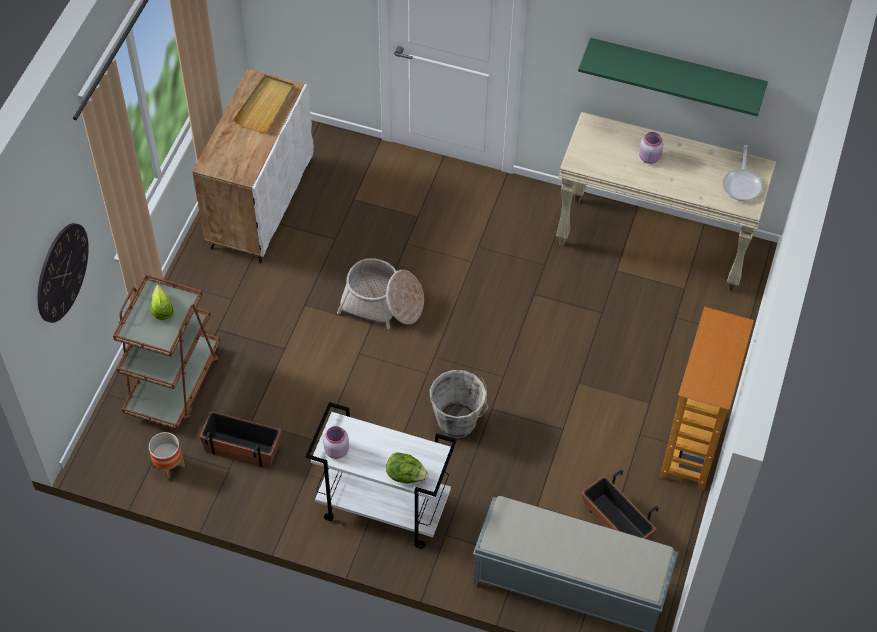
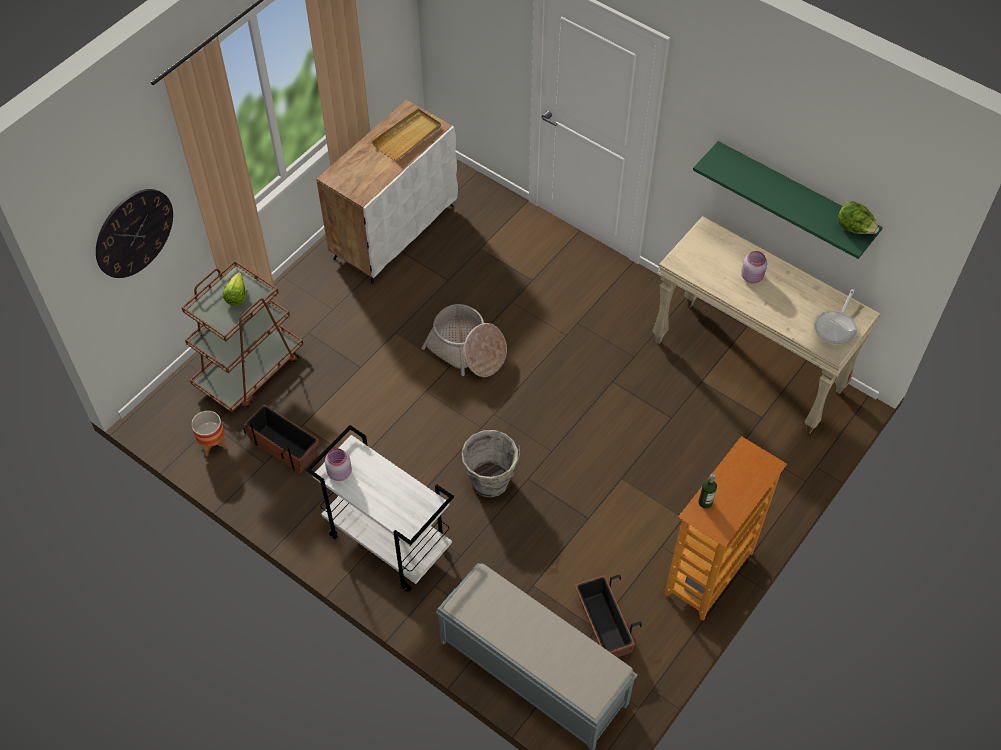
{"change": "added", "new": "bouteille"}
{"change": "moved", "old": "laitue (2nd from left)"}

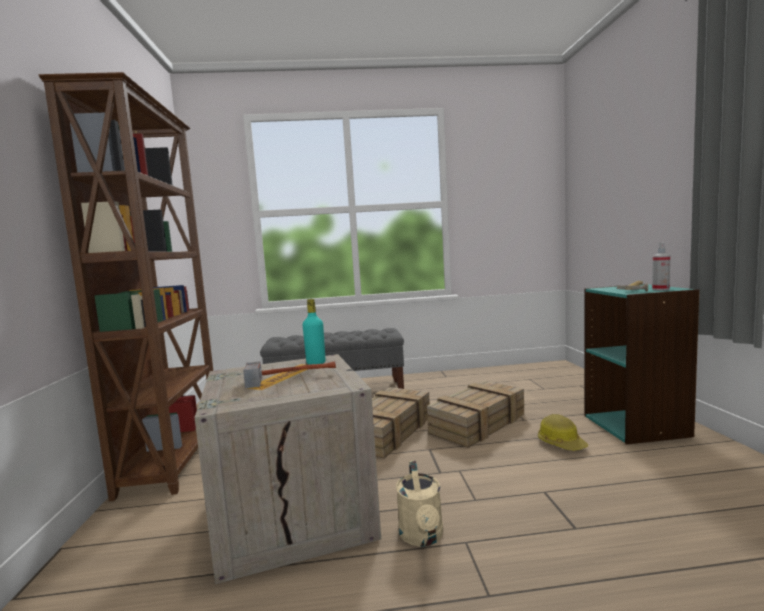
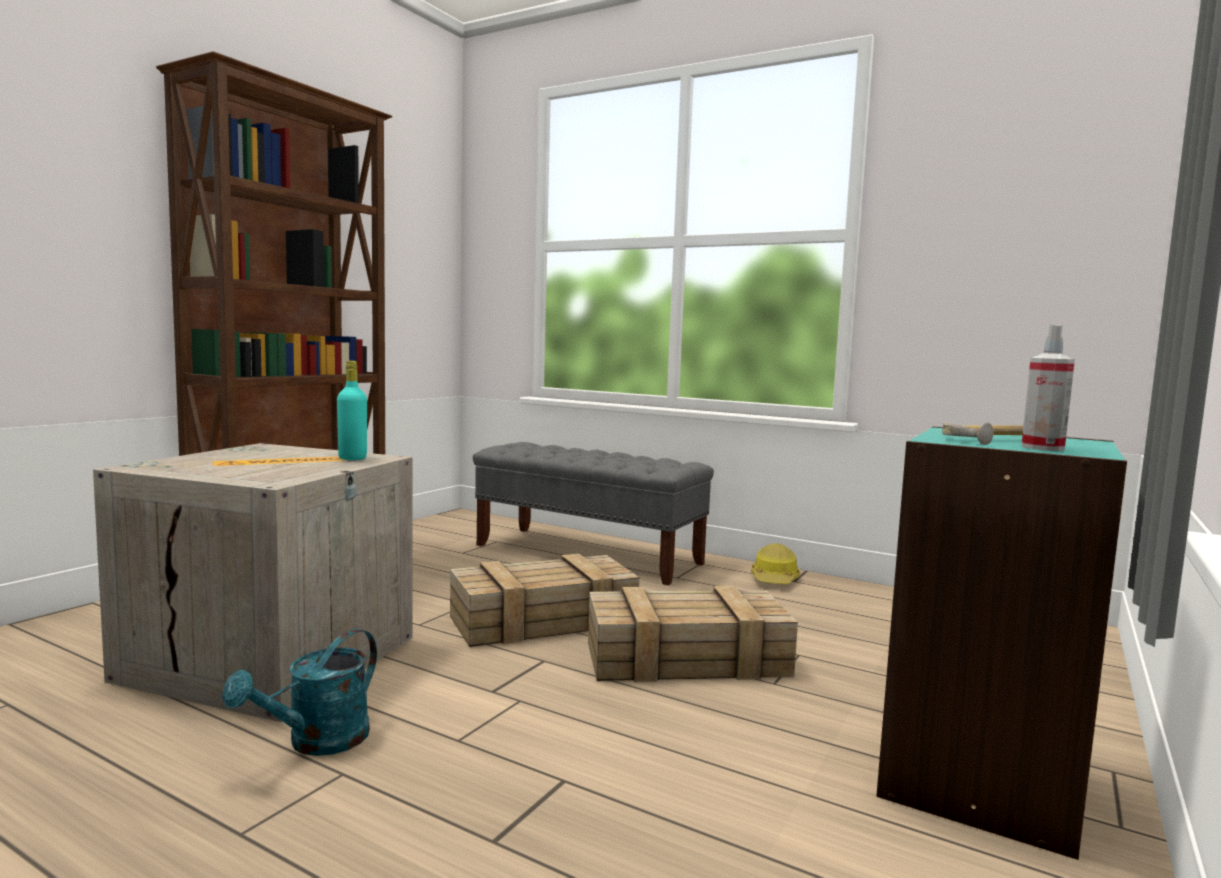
{"change": "removed", "old": "marteau (1st from left)"}
{"change": "moved", "old": "casque de chantier"}
{"change": "recoloured", "old": "arrosoir/beige", "new": "arrosoir/turquoise"}

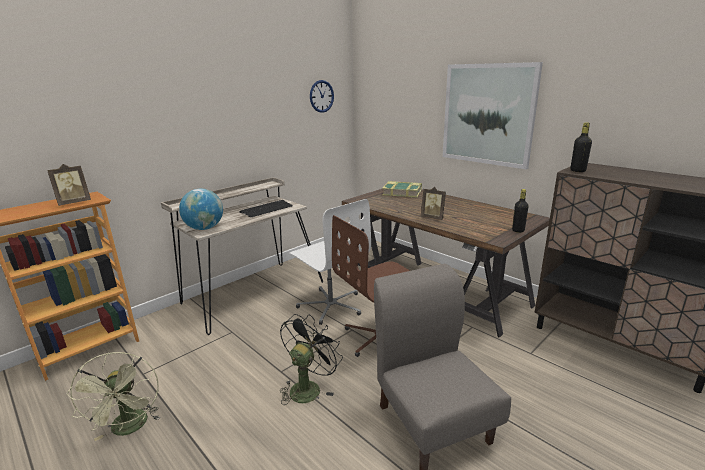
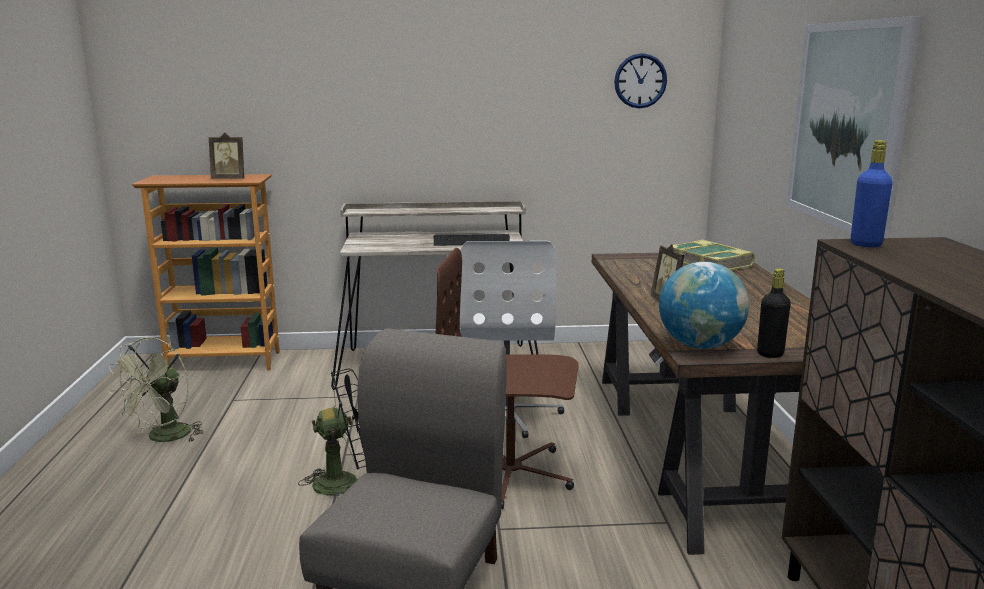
{"change": "moved", "old": "globe"}
{"change": "recoloured", "old": "bouteille/noir (2nd from left)", "new": "bouteille/bleu"}

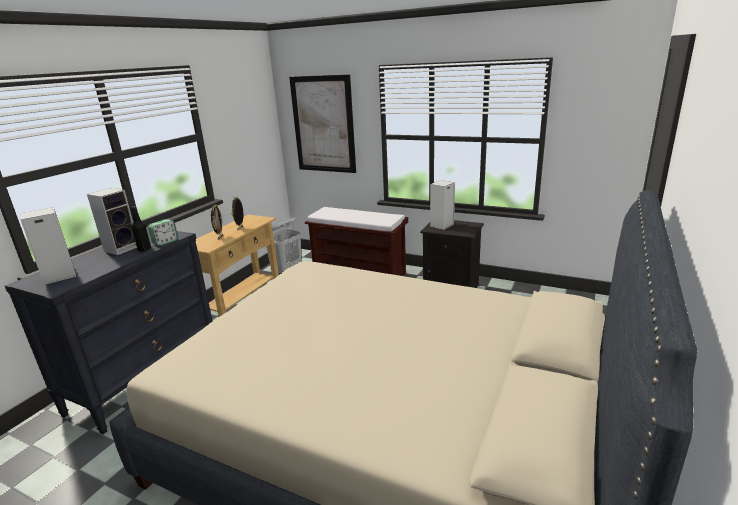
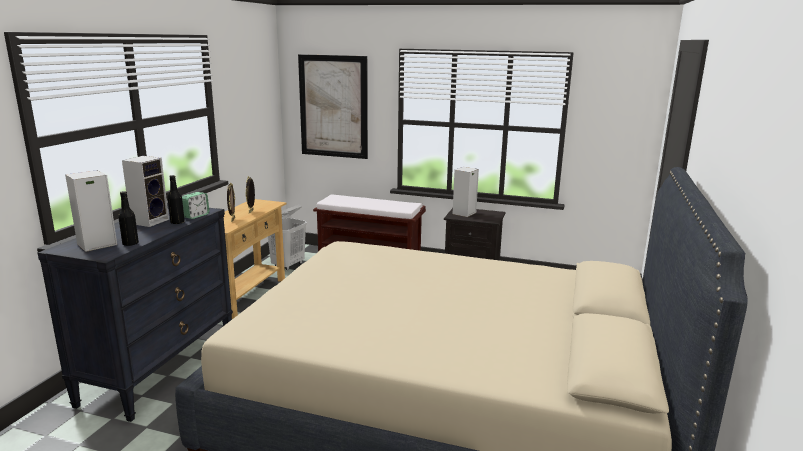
{"change": "added", "new": "bouteille/noir (1st from left)"}

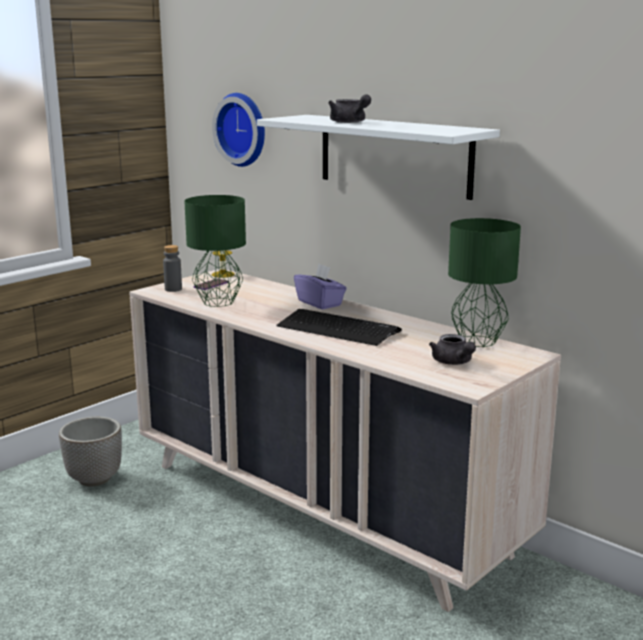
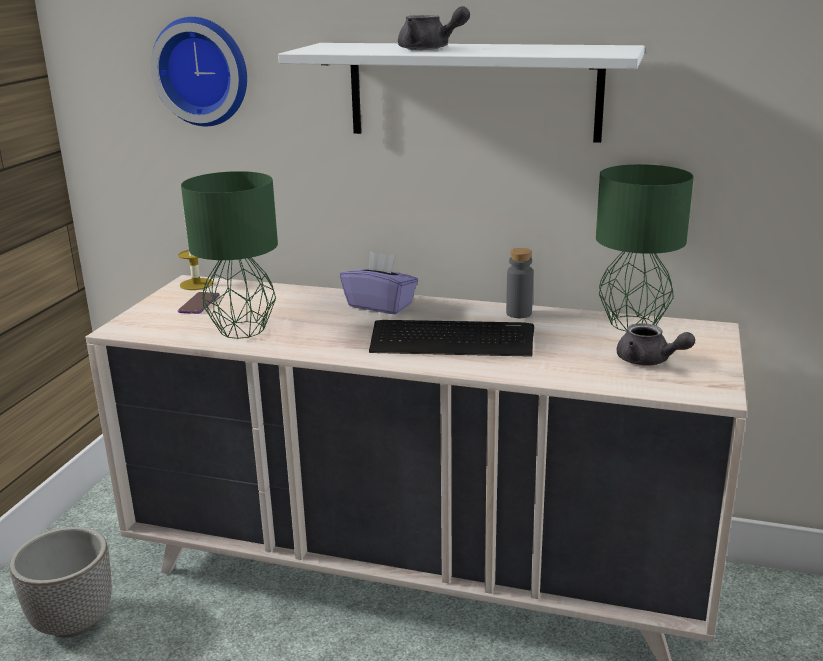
{"change": "moved", "old": "bouteille/gris"}

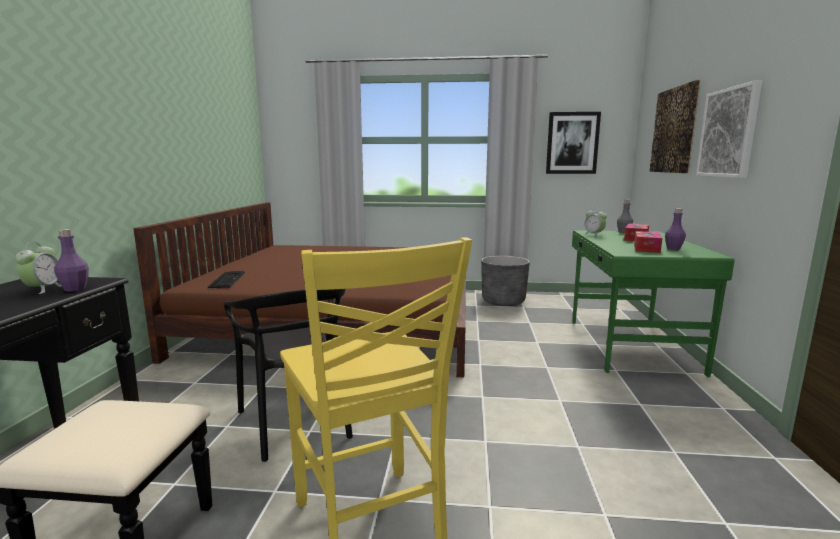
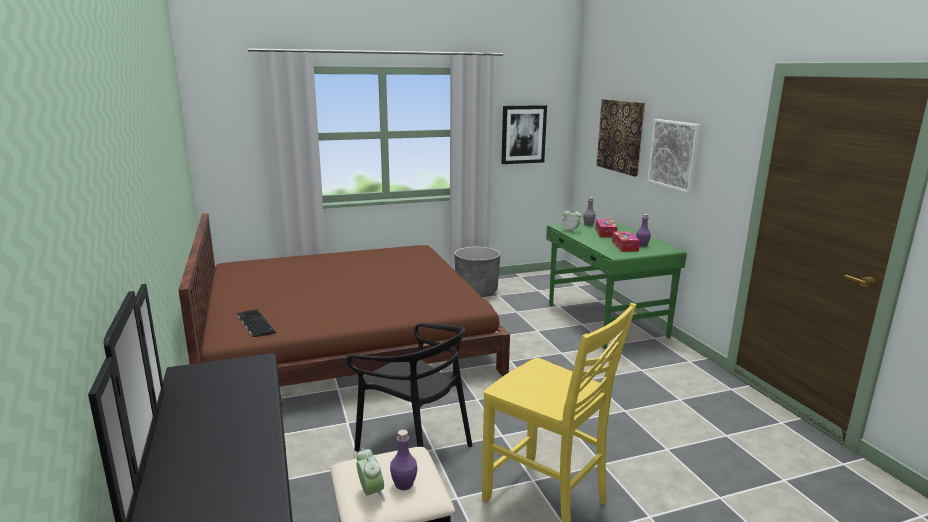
{"change": "moved", "old": "réveil (1st from left)"}
{"change": "moved", "old": "bouteille/violet (1st from left)"}

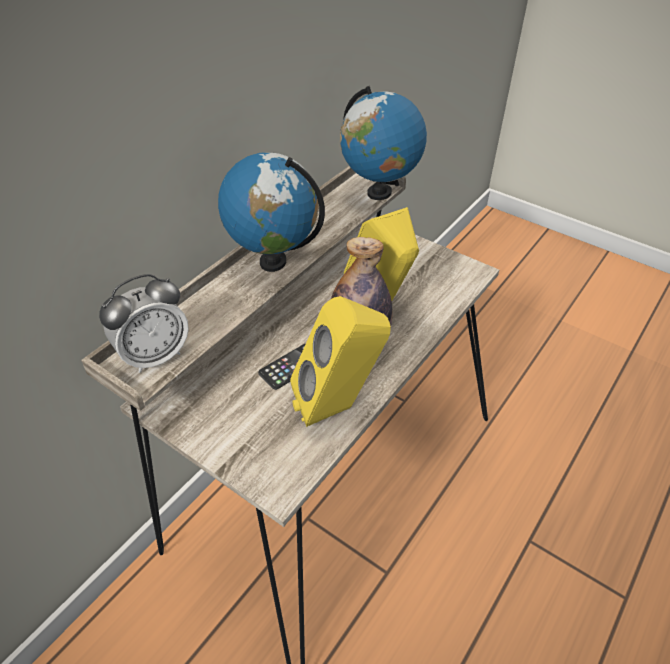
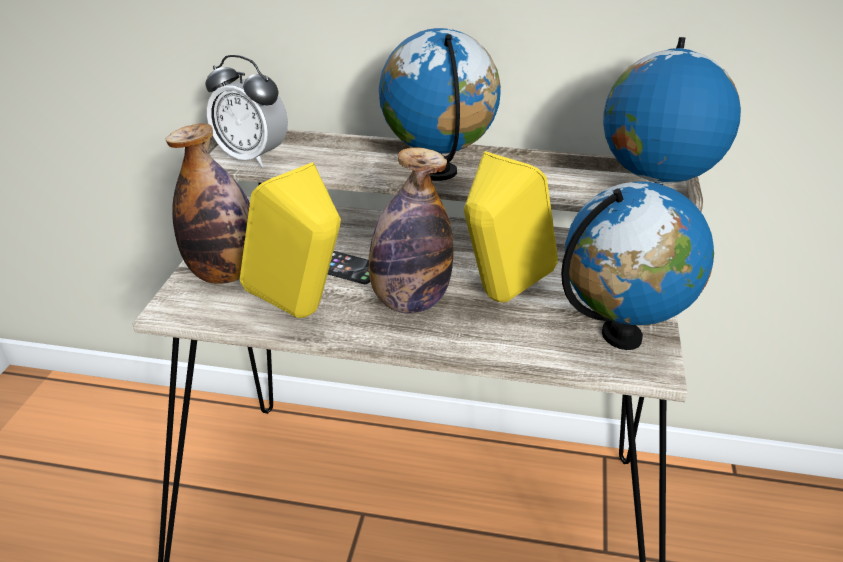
{"change": "added", "new": "bouteille (1st from left)"}
{"change": "added", "new": "globe (2nd from left)"}

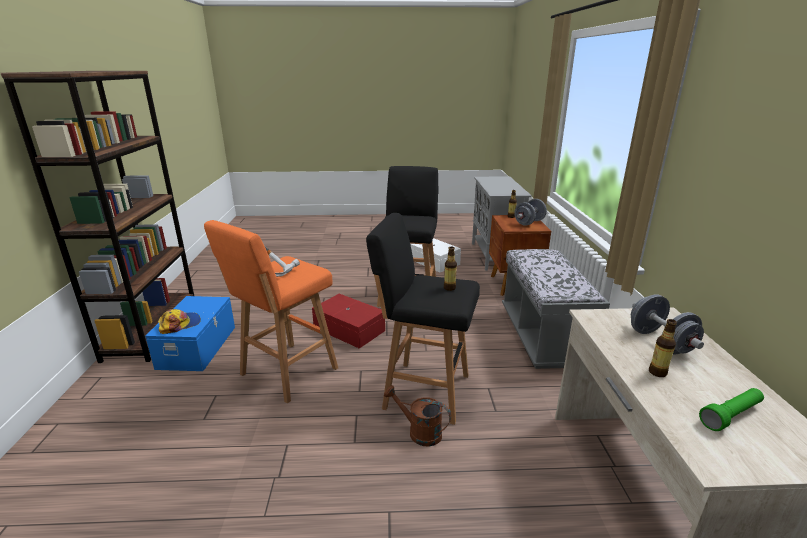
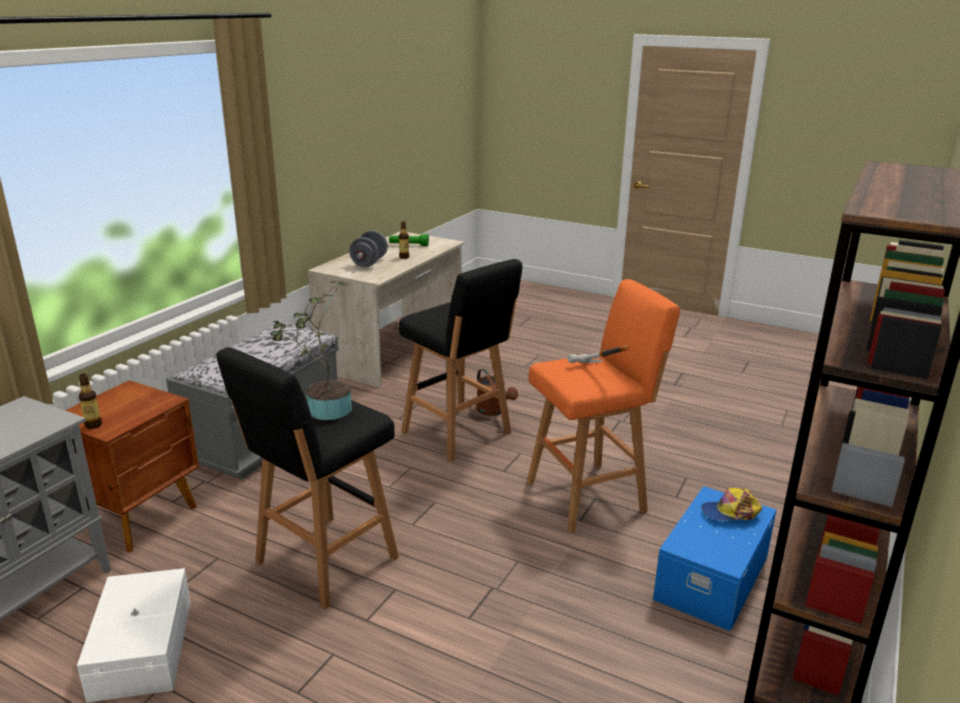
{"change": "removed", "old": "boîte de rangement/rouge"}
{"change": "removed", "old": "bouteille (1st from left)"}
{"change": "removed", "old": "haltère/gris (1st from left)"}
{"change": "added", "new": "plante en pot"}

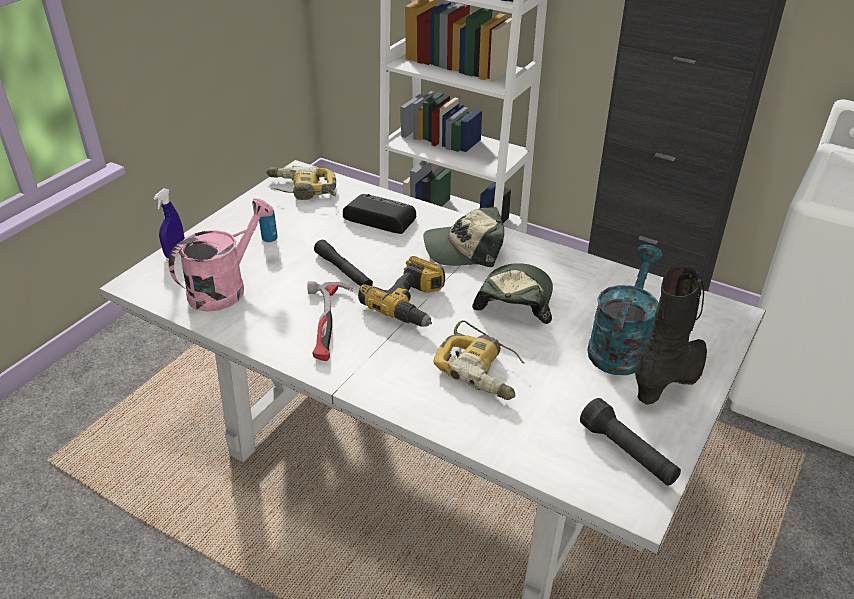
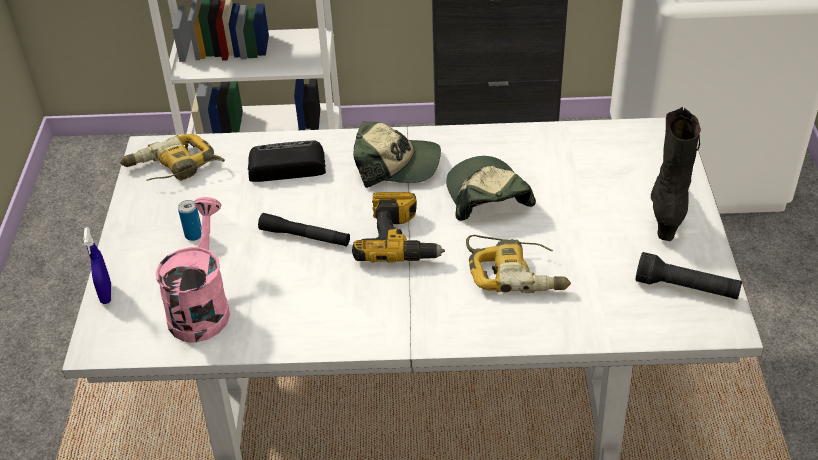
{"change": "removed", "old": "marteau"}
{"change": "removed", "old": "arrosoir/turquoise"}
{"change": "turned", "old": "casquette (1st from left)", "degrees": -135}

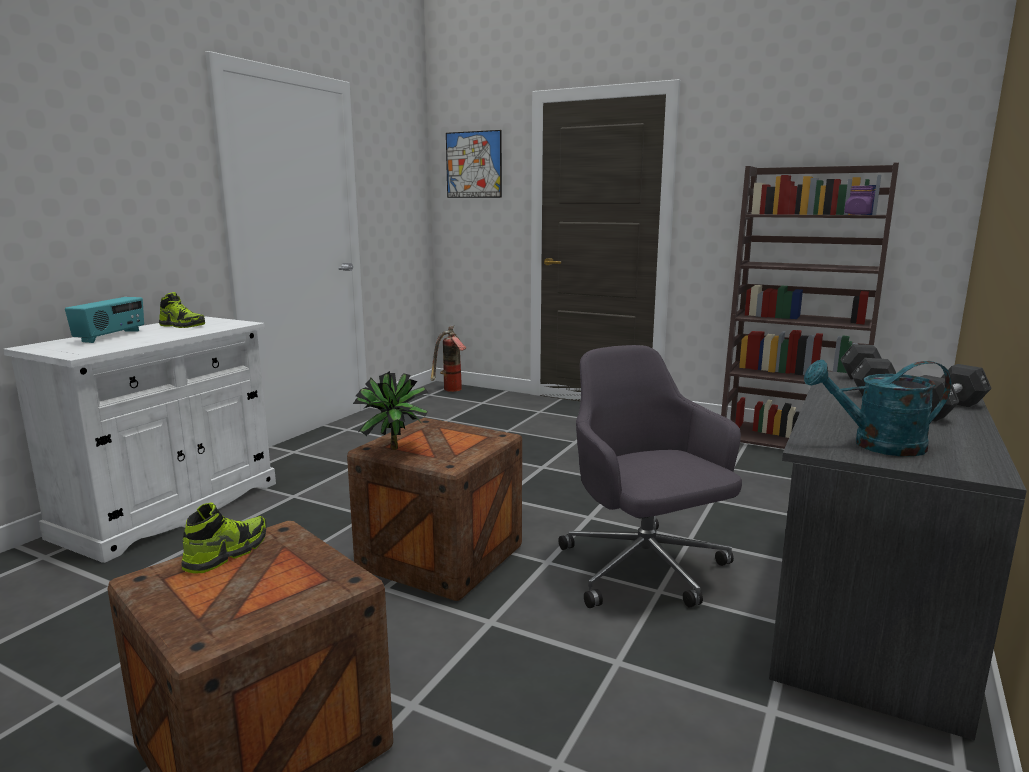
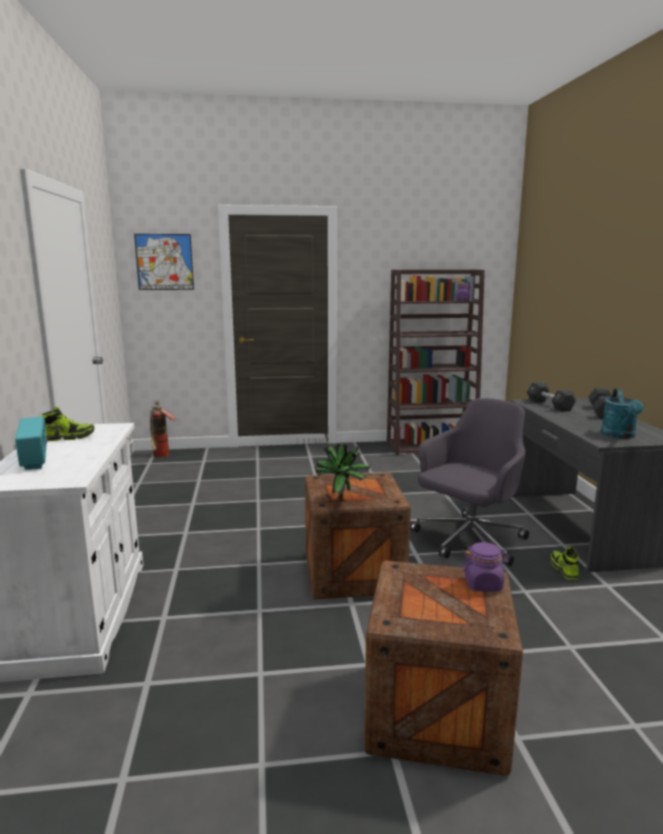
{"change": "added", "new": "bocal/violet (2nd from left)"}
{"change": "moved", "old": "chaussure (2nd from left)"}
{"change": "turned", "old": "chaise de bureau/gris", "degrees": 105}
{"change": "turned", "old": "arrosoir/turquoise", "degrees": -45}

